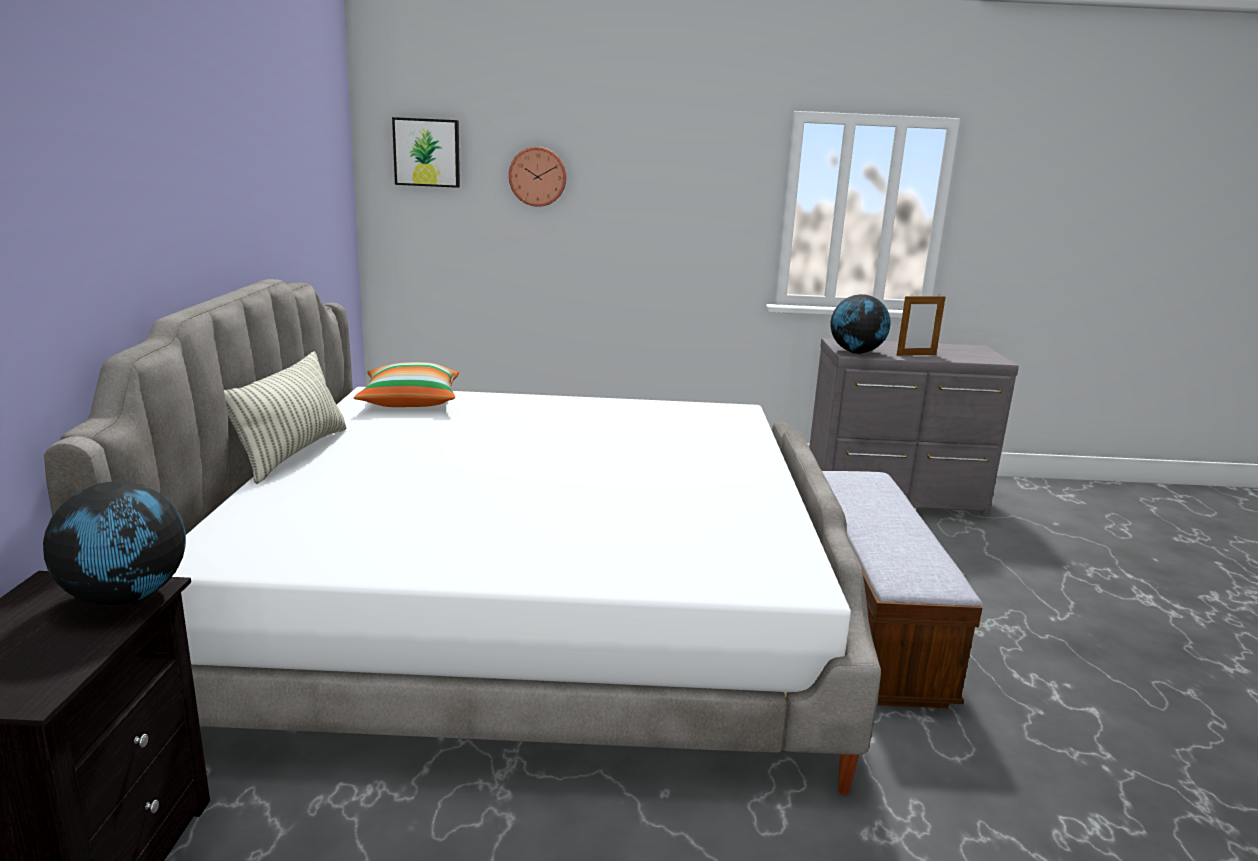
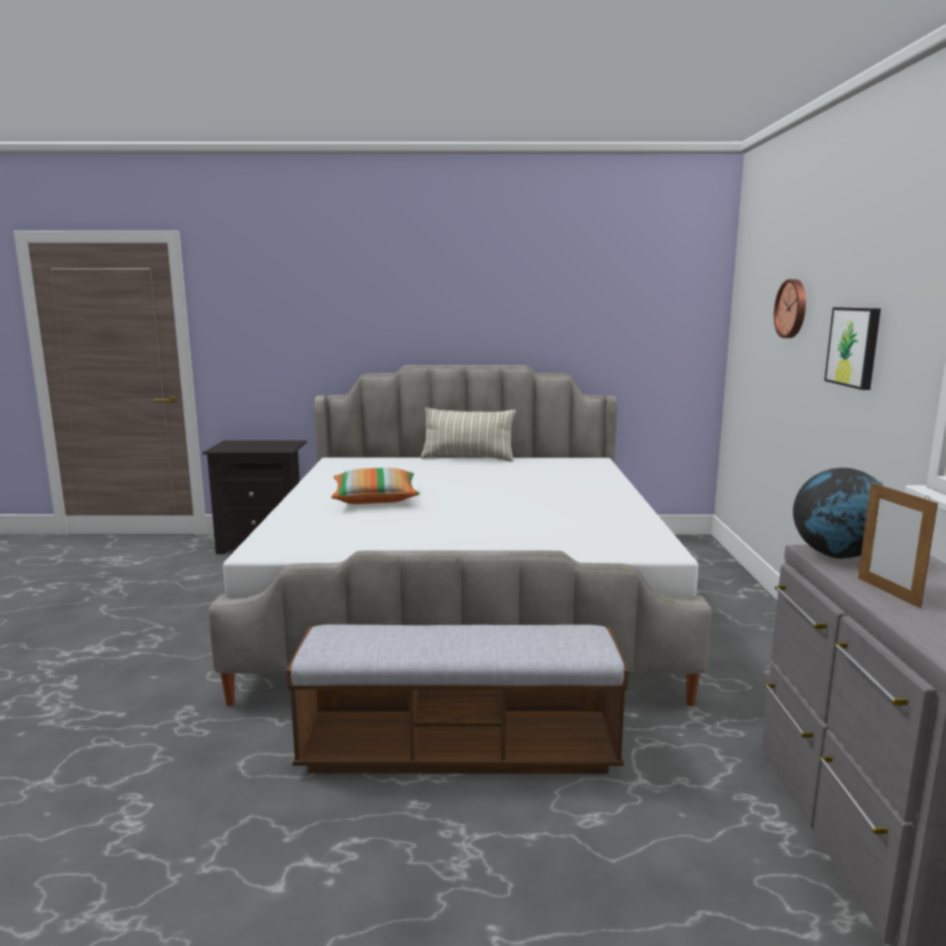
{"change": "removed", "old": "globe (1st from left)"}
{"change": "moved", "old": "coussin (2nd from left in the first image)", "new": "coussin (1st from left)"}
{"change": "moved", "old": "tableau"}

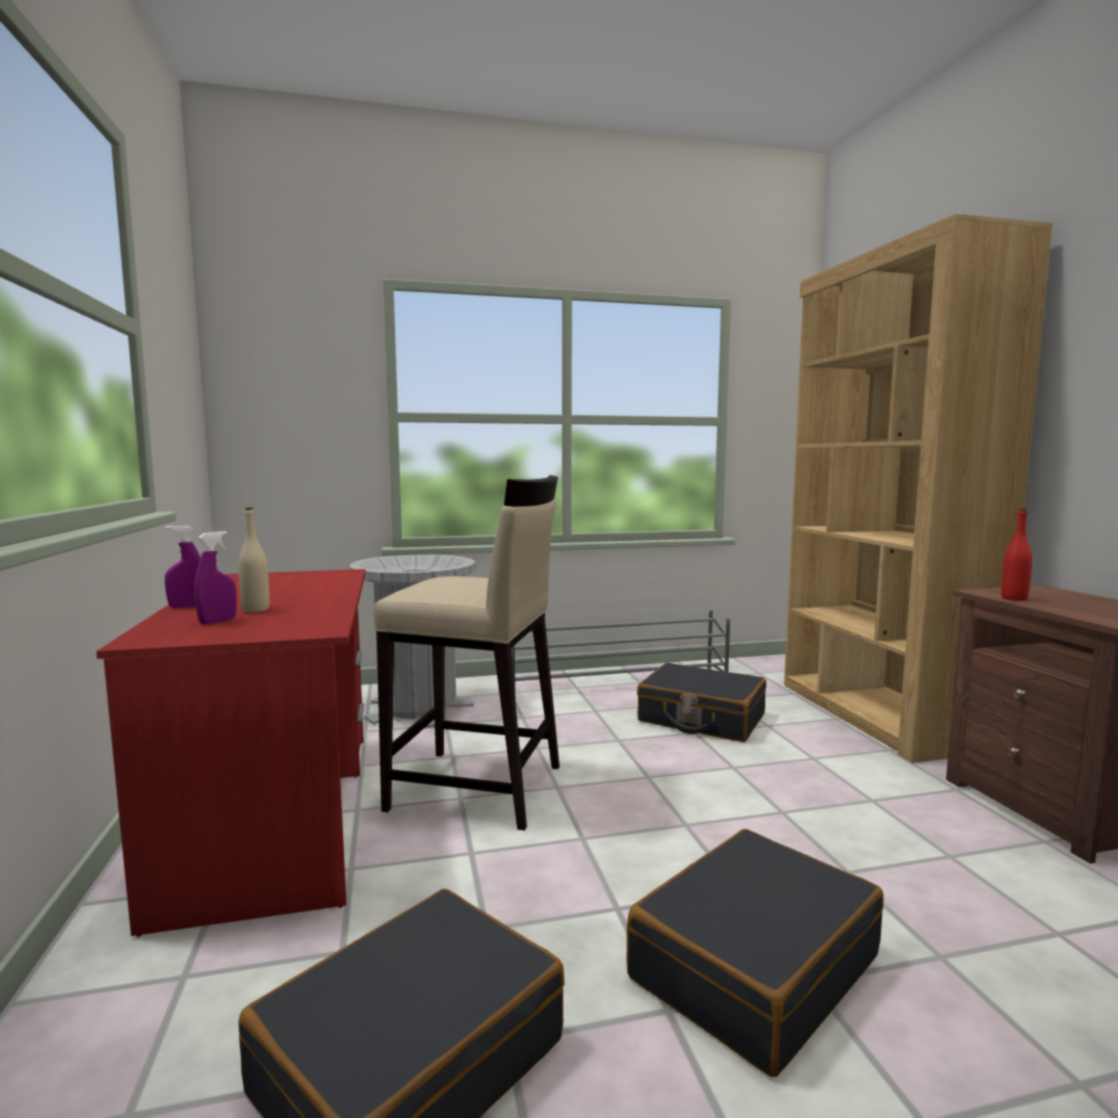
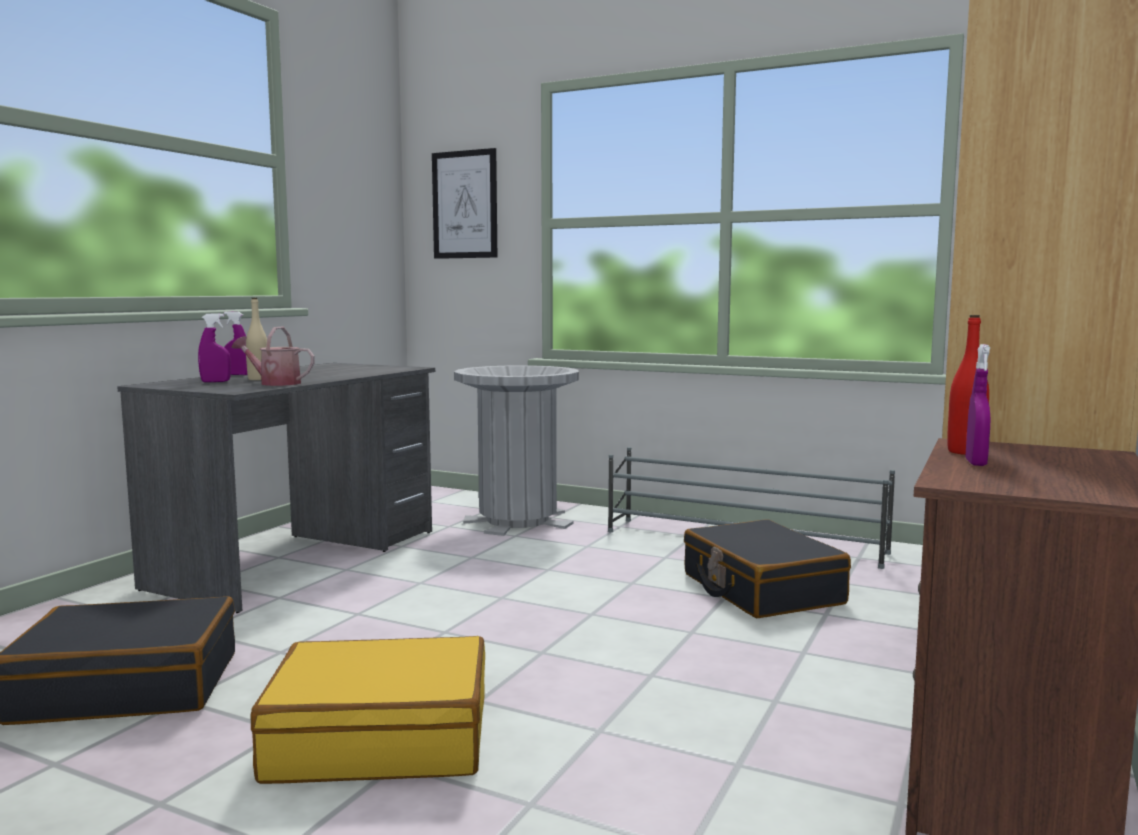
{"change": "removed", "old": "tabouret/beige"}
{"change": "added", "new": "arrosoir"}
{"change": "added", "new": "tableau"}
{"change": "added", "new": "vaporisateur/violet (3rd from left)"}
{"change": "recoloured", "old": "bureau/rouge", "new": "bureau/gris"}
{"change": "recoloured", "old": "valise/noir (3rd from left)", "new": "valise/jaune"}

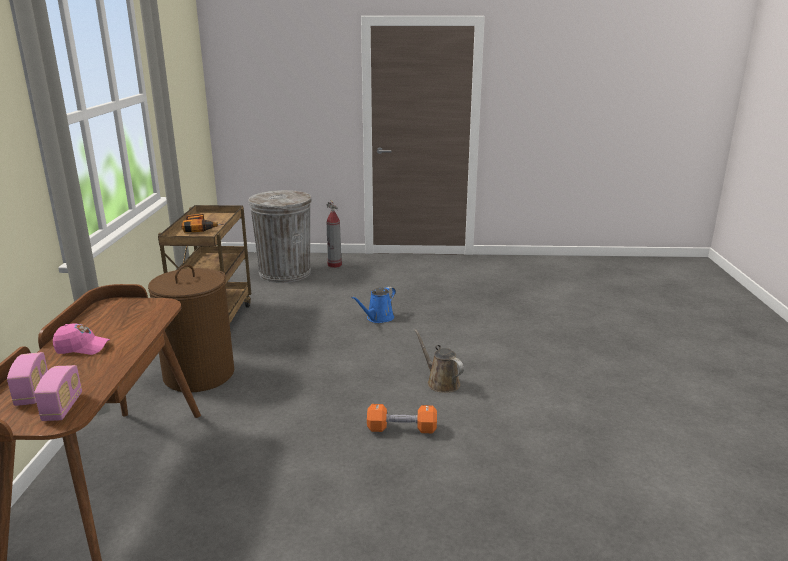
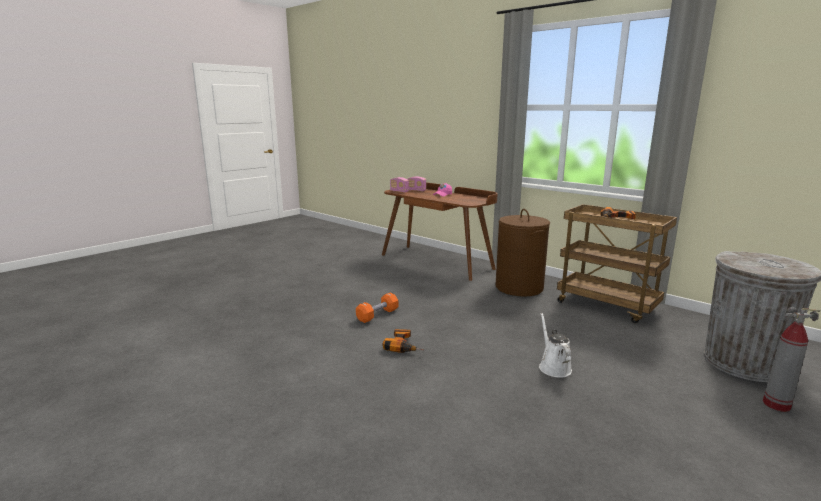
{"change": "replaced", "old": "arrosoir/marron", "new": "perceuse (1st from left)"}
{"change": "recoloured", "old": "arrosoir/bleu", "new": "arrosoir/blanc"}

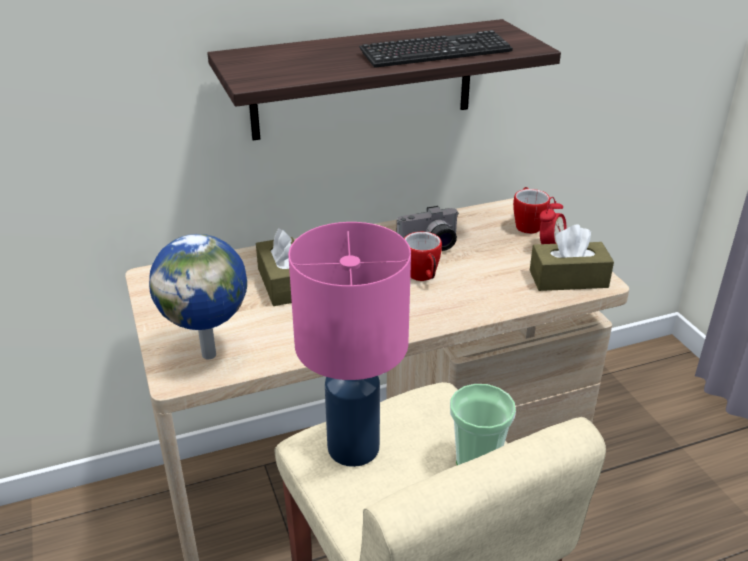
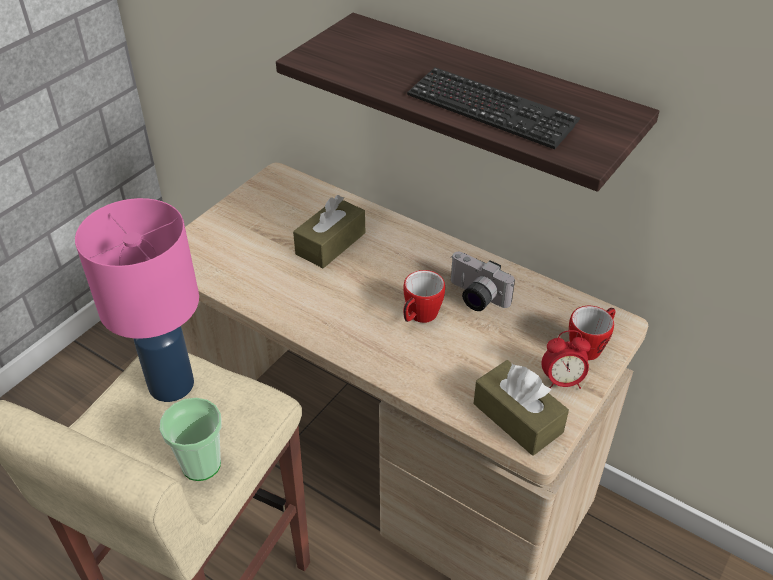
{"change": "removed", "old": "globe"}

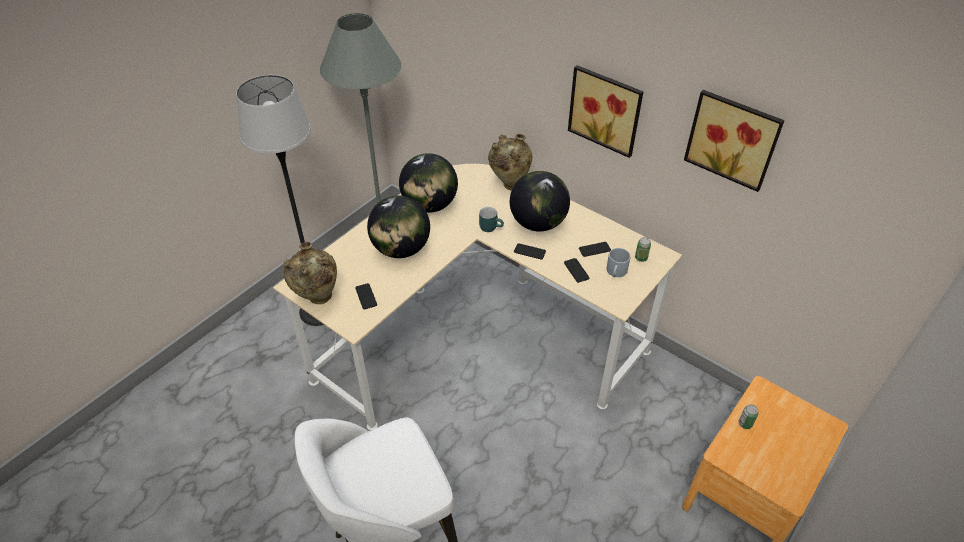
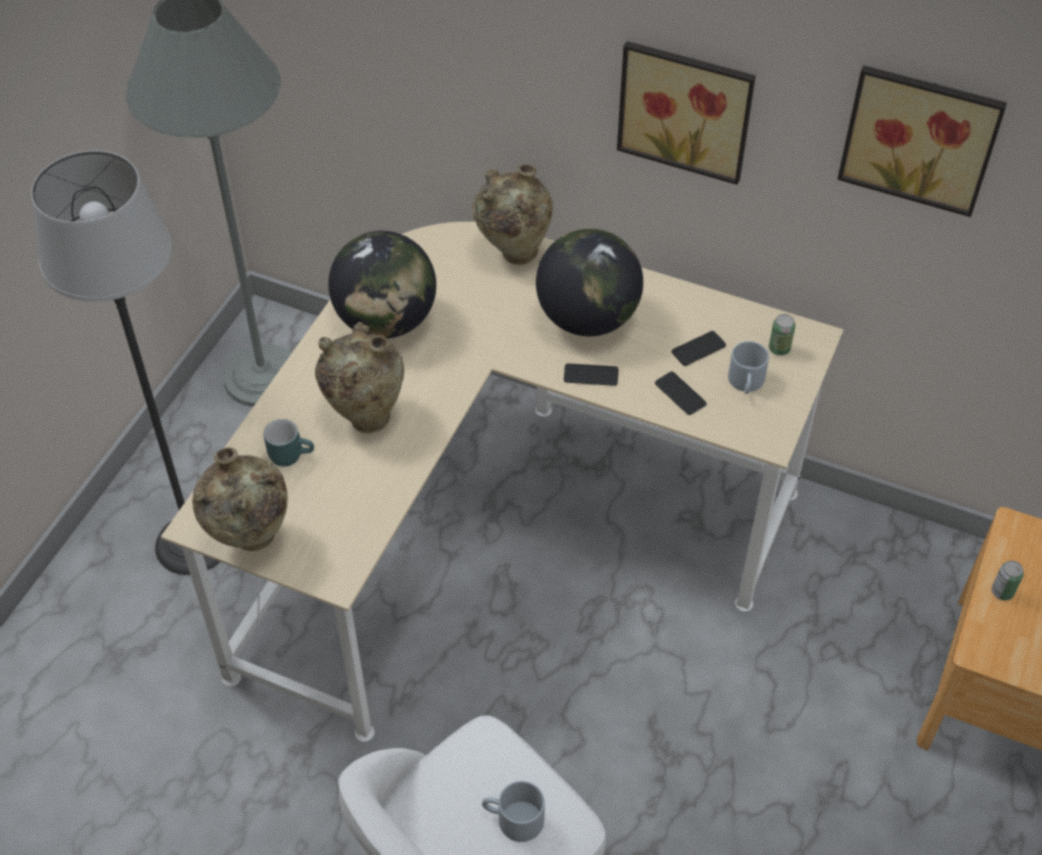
{"change": "removed", "old": "téléphone (1st from left)"}
{"change": "added", "new": "mug/gris (1st from left)"}
{"change": "moved", "old": "mug/turquoise"}
{"change": "replaced", "old": "globe (1st from left)", "new": "vase/beige (2nd from left)"}

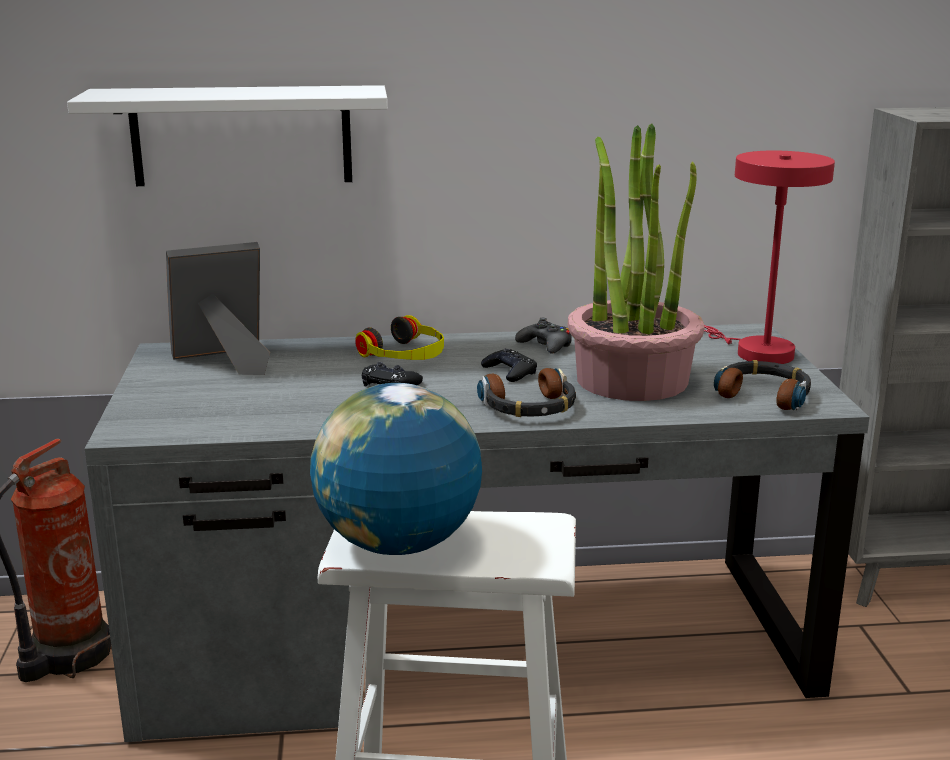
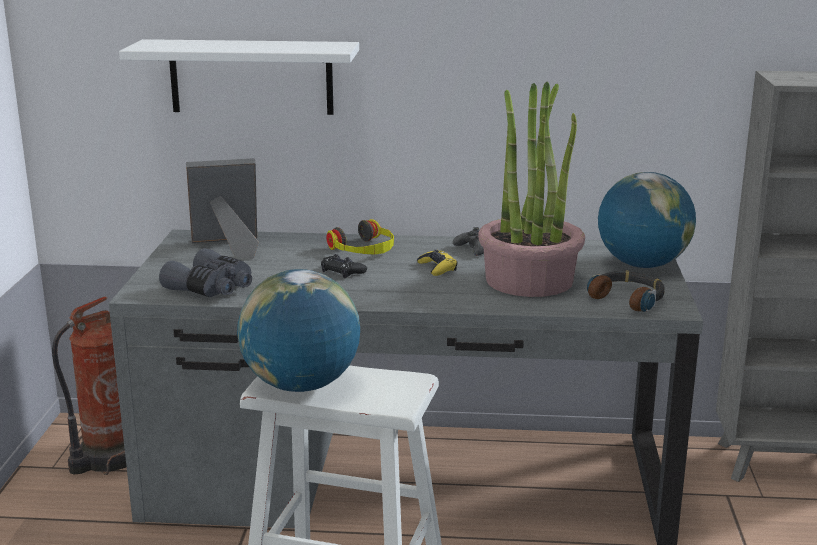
{"change": "removed", "old": "casque audio (2nd from left)"}
{"change": "added", "new": "jumelles/gris"}
{"change": "replaced", "old": "lampe de table/rouge", "new": "globe (2nd from left)"}
{"change": "recoloured", "old": "manette/noir (2nd from left)", "new": "manette/jaune"}

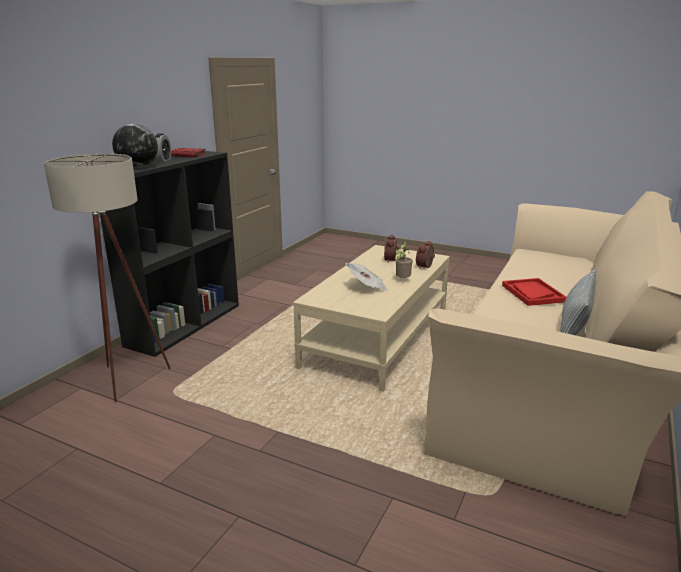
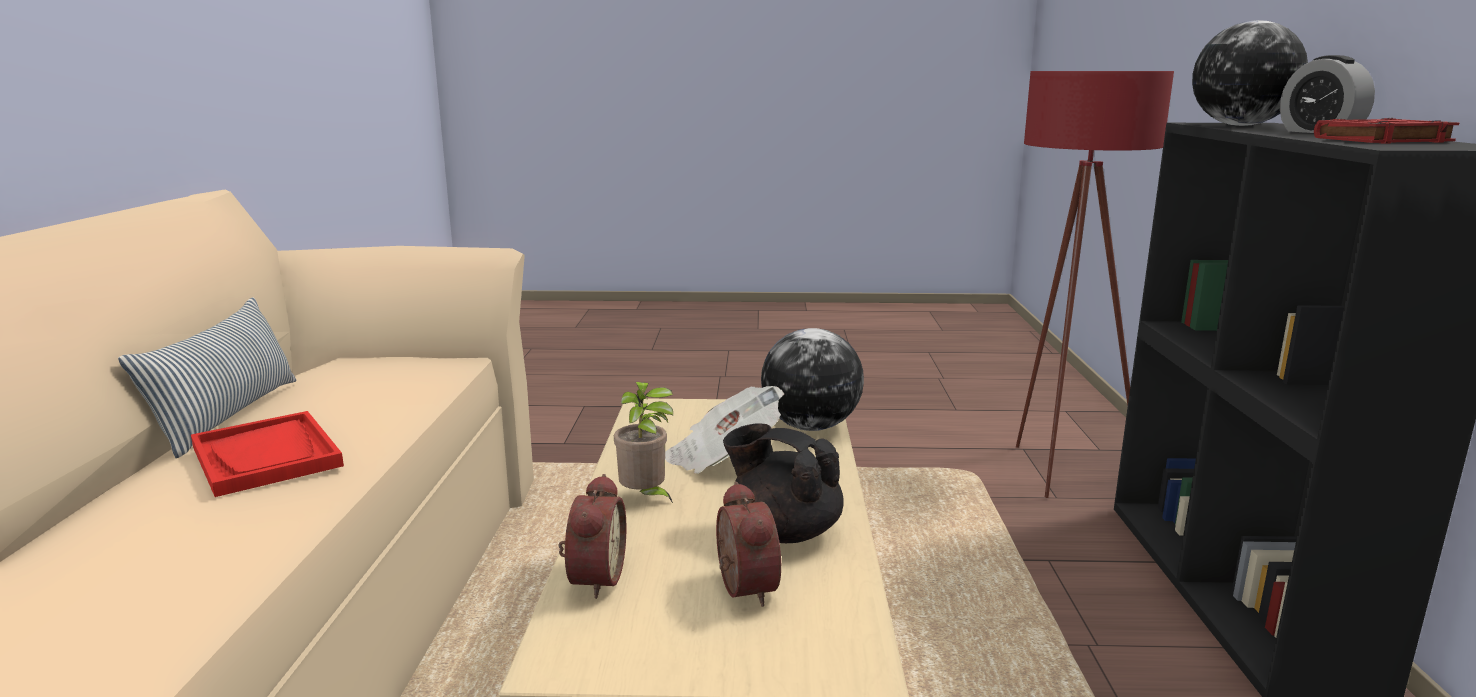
{"change": "added", "new": "théière/noir"}
{"change": "added", "new": "globe (1st from left)"}
{"change": "recoloured", "old": "lampadaire/beige", "new": "lampadaire/rouge"}

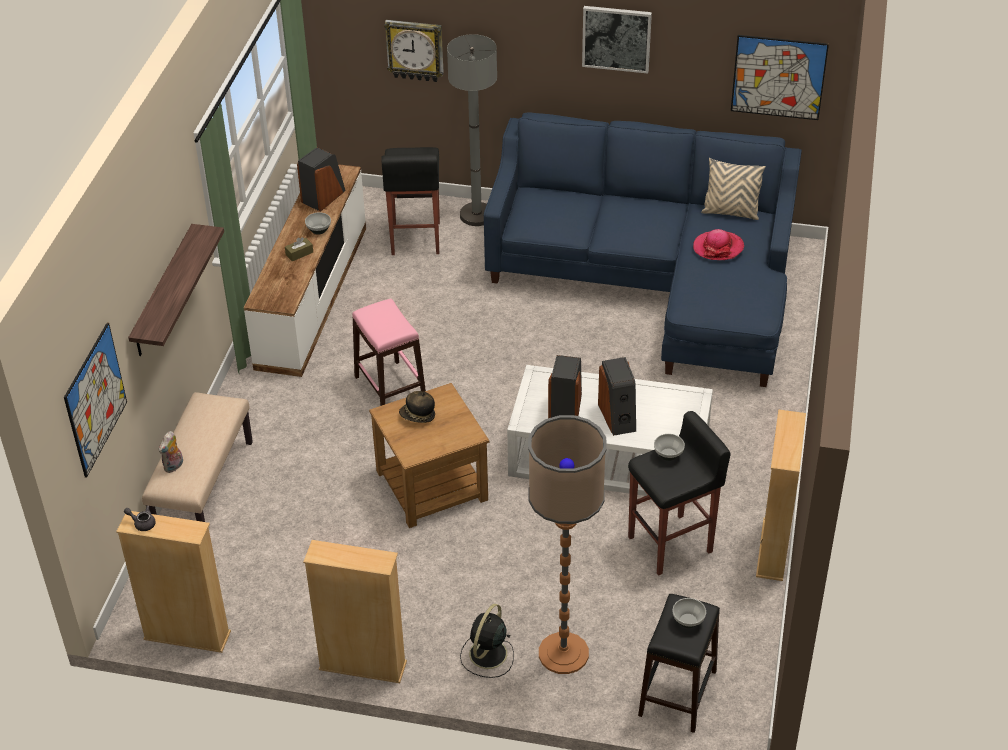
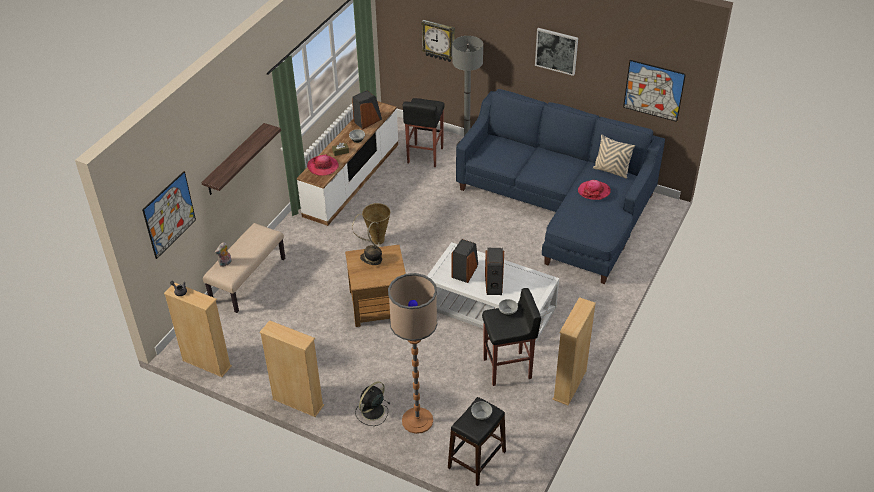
{"change": "added", "new": "chapeau (1st from left)"}
{"change": "replaced", "old": "tabouret/rose", "new": "panier"}

